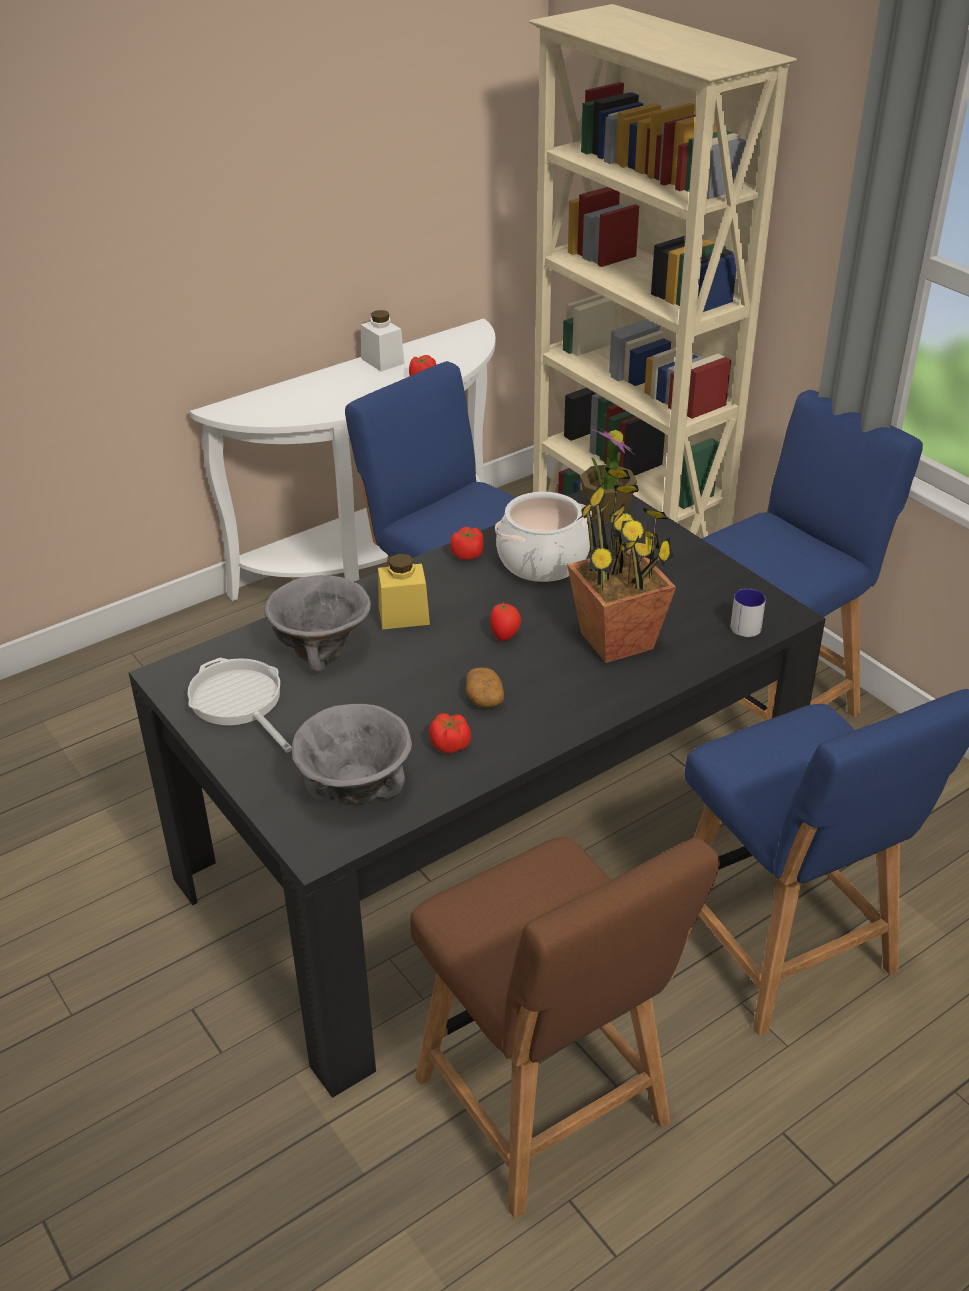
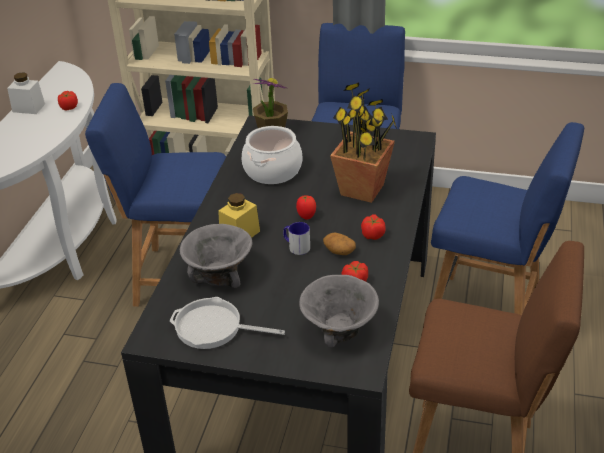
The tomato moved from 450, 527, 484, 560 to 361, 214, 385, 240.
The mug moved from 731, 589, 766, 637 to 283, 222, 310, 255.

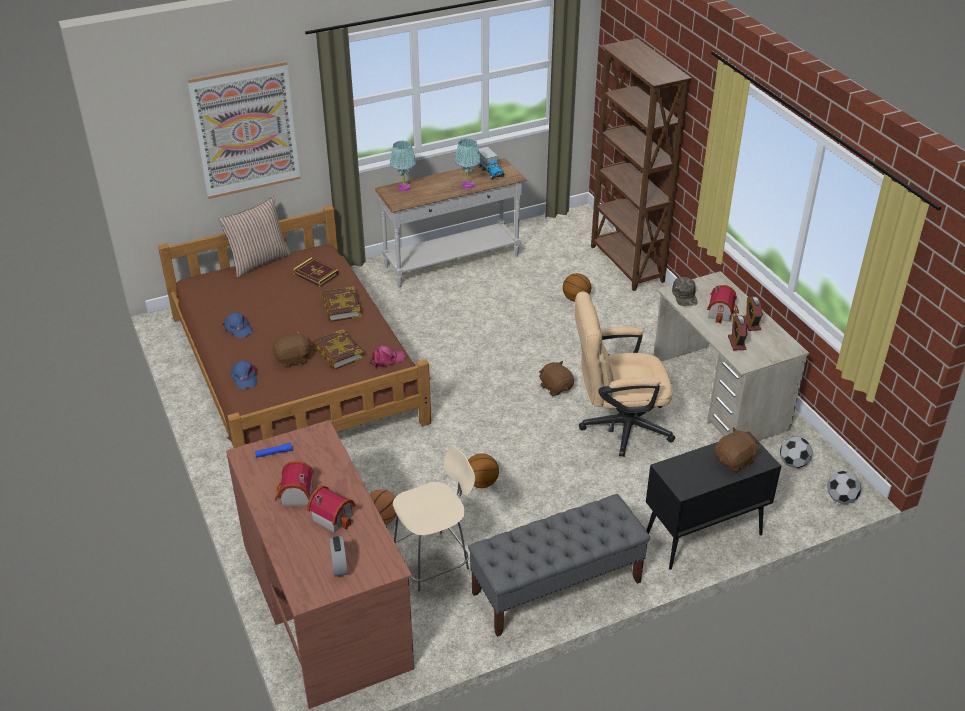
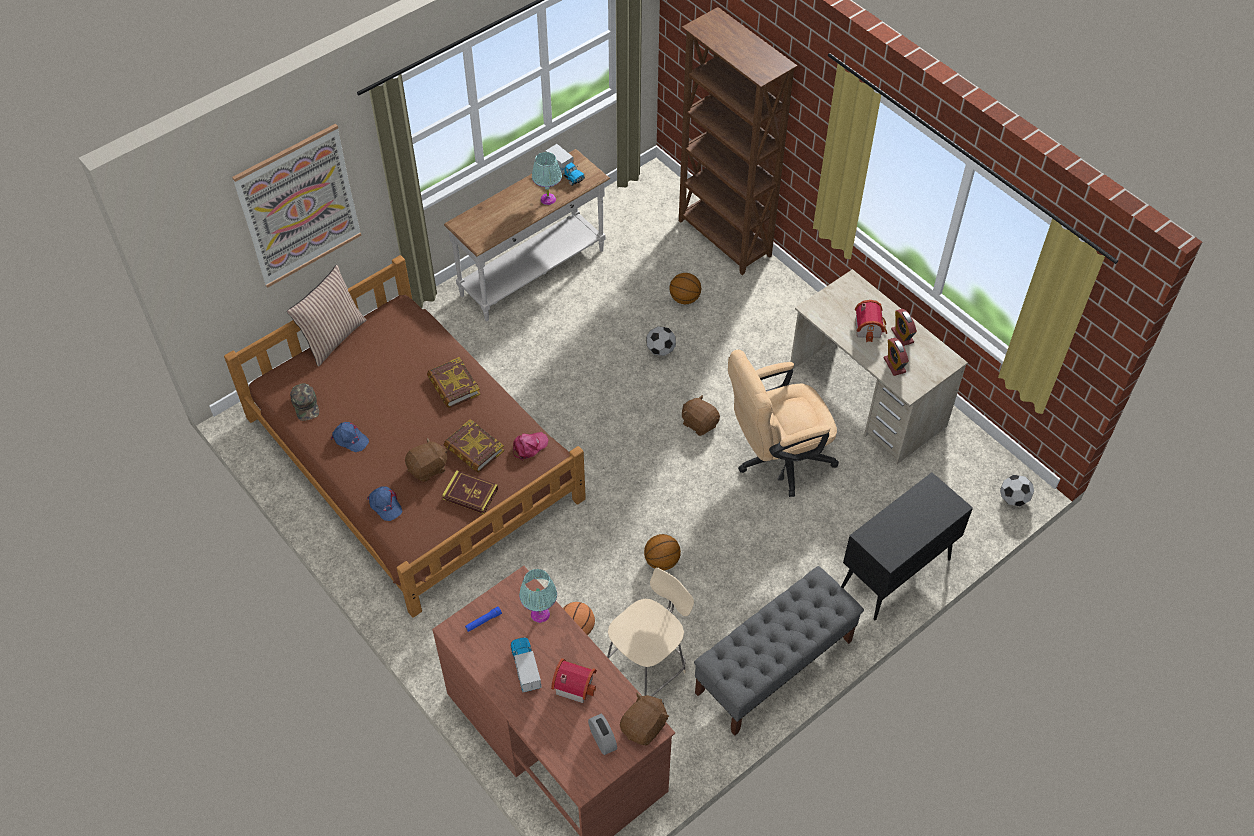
The toy house at 274, 461, 314, 506 was replaced by the toy truck at 511, 637, 542, 692.
The book moved from 293, 257, 339, 287 to 442, 470, 498, 514.
The turquoise table lamp moved from 390, 141, 416, 191 to 519, 569, 557, 623.
The green cap moved from 672, 277, 698, 306 to 290, 383, 319, 421.
The brown plush toy moved from 714, 427, 760, 472 to 620, 693, 669, 745.
The football moved from 780, 436, 812, 468 to 646, 326, 676, 356.

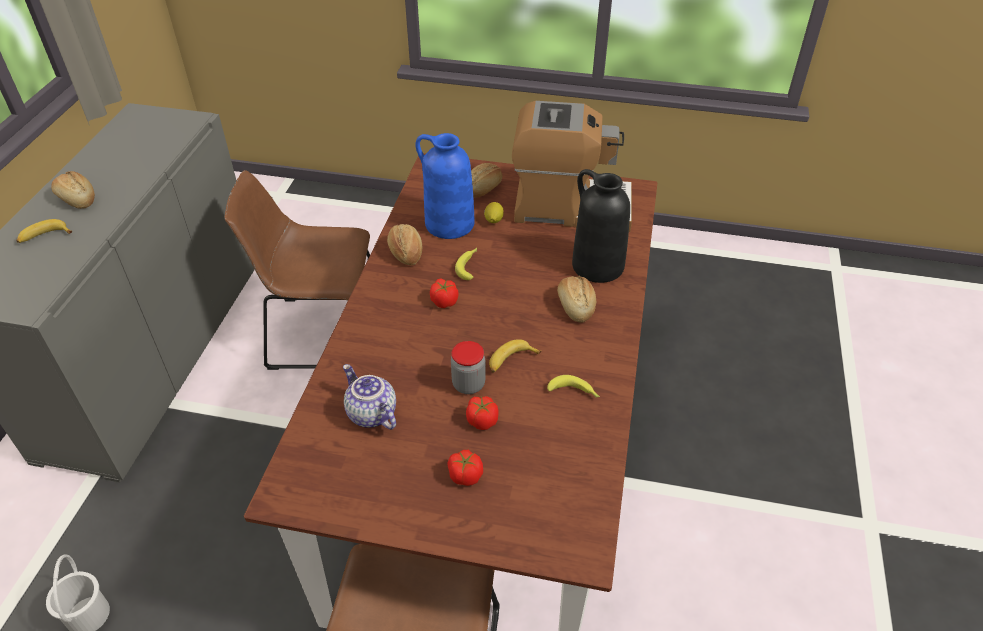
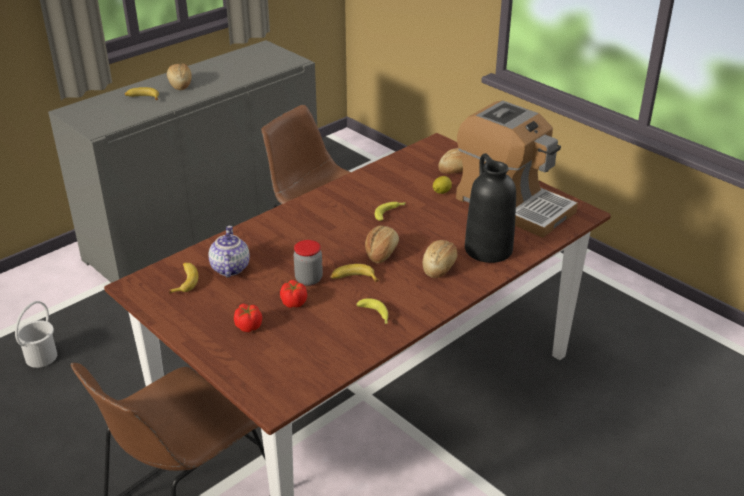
The bread moved from 387, 224, 422, 265 to 365, 226, 399, 263.
The blue vase at 415, 133, 475, 239 disappeared.
The tomato at 430, 278, 459, 308 disappeared.
The banana at 169, 262, 198, 294 appeared.

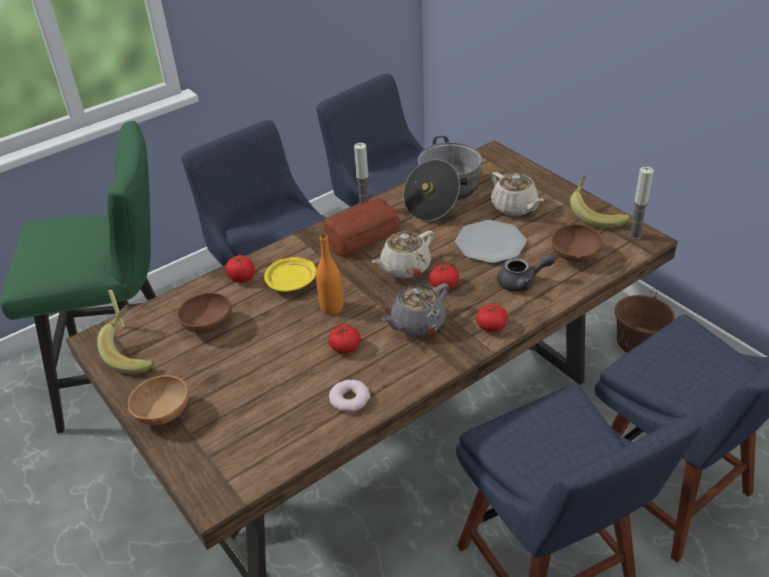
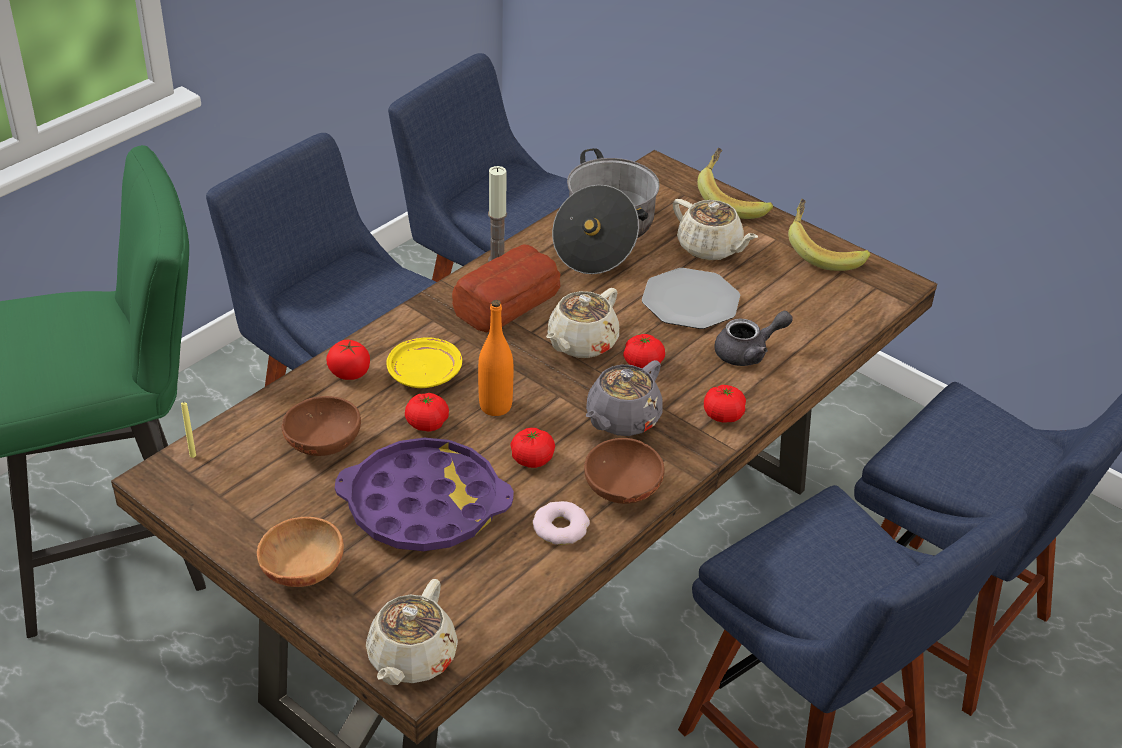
The banana moved from 97, 305, 154, 374 to 697, 148, 773, 219.
The brown bowl moved from 552, 224, 603, 262 to 584, 438, 664, 504.
The brown bucket at 615, 287, 675, 353 disappeared.
The candle at 628, 167, 653, 240 disappeared.
The purple tray at 335, 437, 514, 551 appeared.
The beige teapot at 366, 579, 458, 685 appeared.
The tomato at 405, 393, 449, 432 appeared.

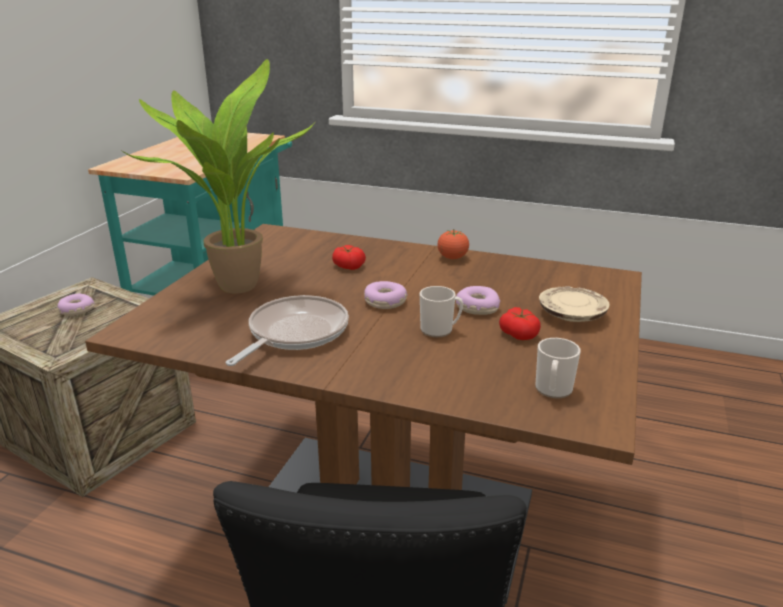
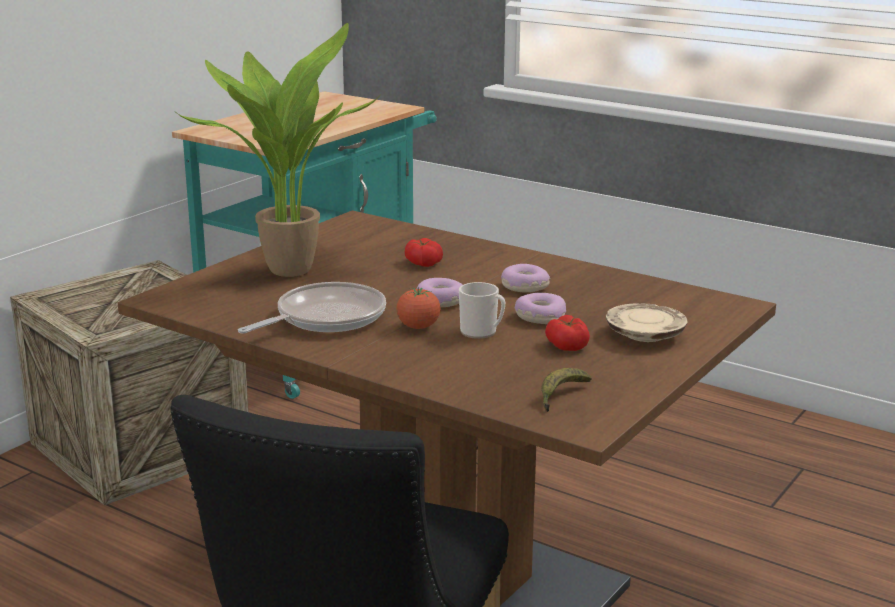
The donut moved from 57, 294, 94, 316 to 501, 264, 550, 292.
The tomato moved from 438, 230, 469, 259 to 396, 287, 441, 329.
The mug at 535, 338, 581, 399 was replaced by the banana at 541, 368, 592, 412.

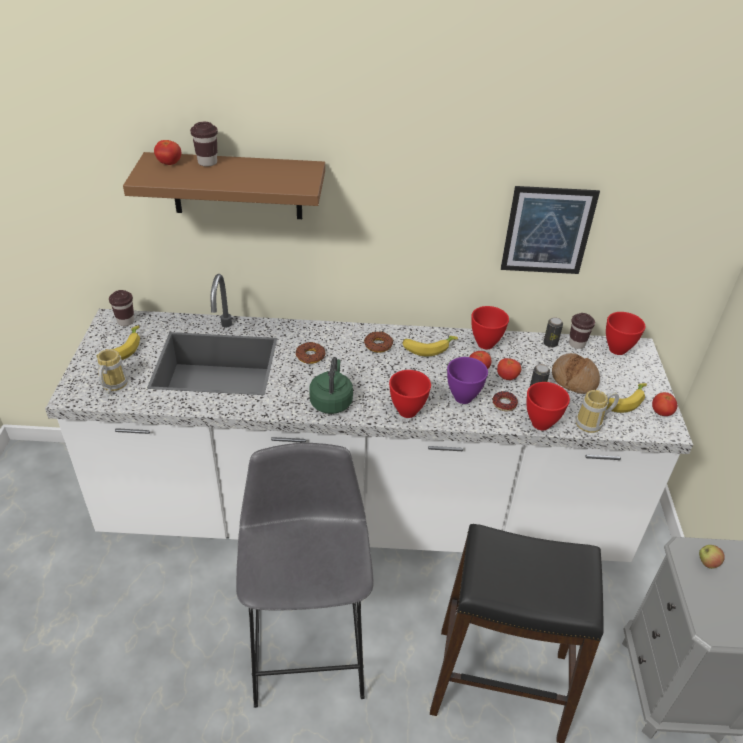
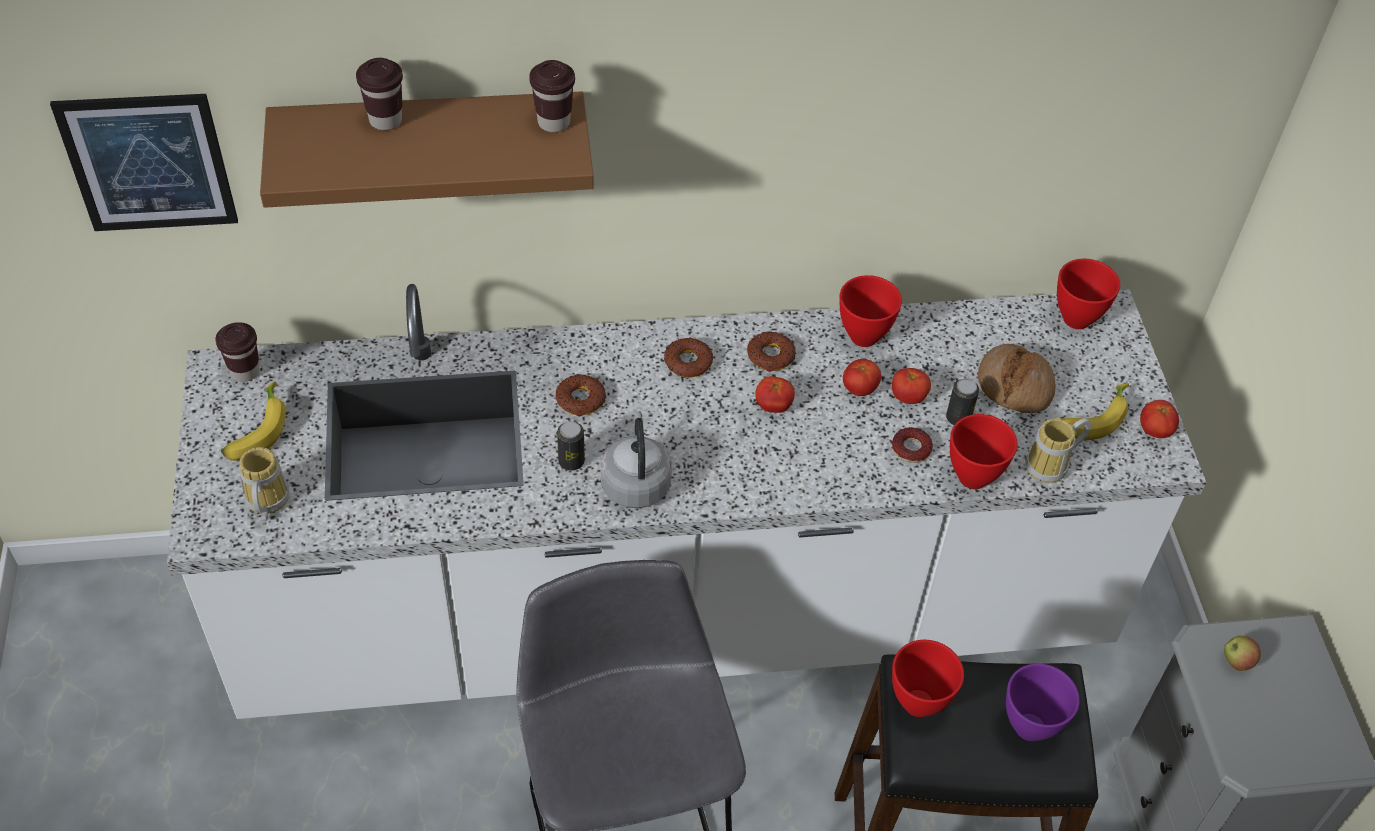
The tomato moved from 154, 140, 181, 165 to 755, 376, 795, 413.
The green kettle at 309, 357, 353, 414 became the grey kettle at 600, 413, 672, 508.
The red bowl moved from 389, 370, 431, 418 to 892, 640, 964, 717.
The banana at 403, 336, 458, 356 was replaced by the donut at 747, 332, 796, 372.
The purple bowl moved from 447, 357, 488, 404 to 1006, 663, 1080, 741.
The picture moved from 501, 186, 600, 274 to 50, 94, 238, 231.
The can moved from 543, 317, 563, 348 to 557, 421, 585, 471.
The brown cup moved from 569, 313, 595, 349 to 529, 60, 575, 132.

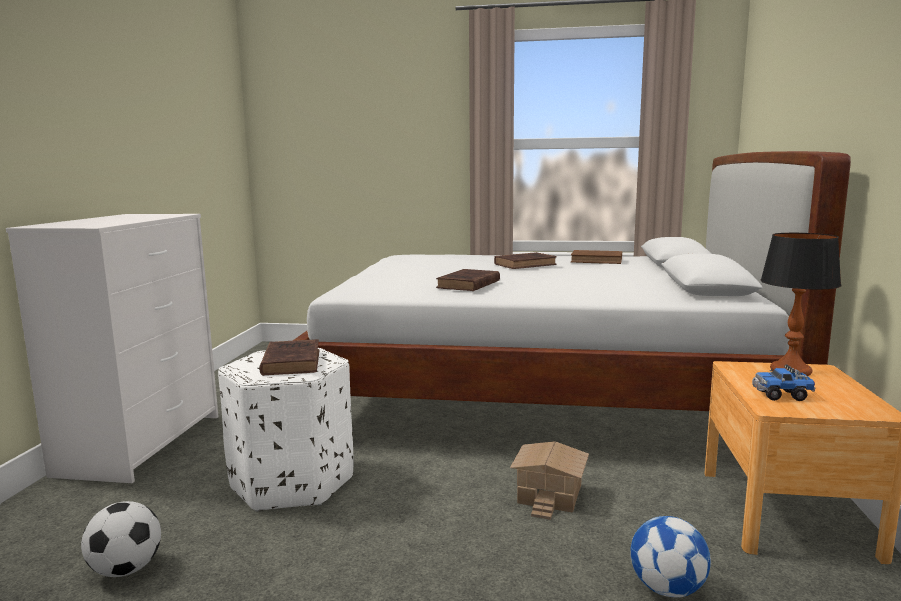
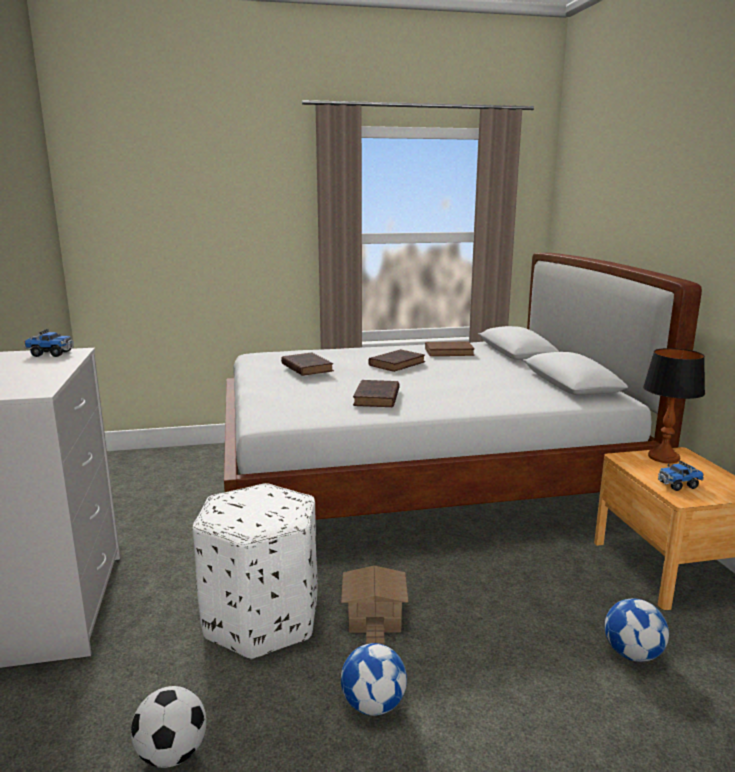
The brown book moved from 260, 339, 320, 376 to 281, 353, 334, 376.
The toy house moved from 510, 441, 589, 520 to 341, 566, 408, 645.
The toy truck at 25, 329, 74, 357 appeared.
The football at 341, 643, 407, 716 appeared.

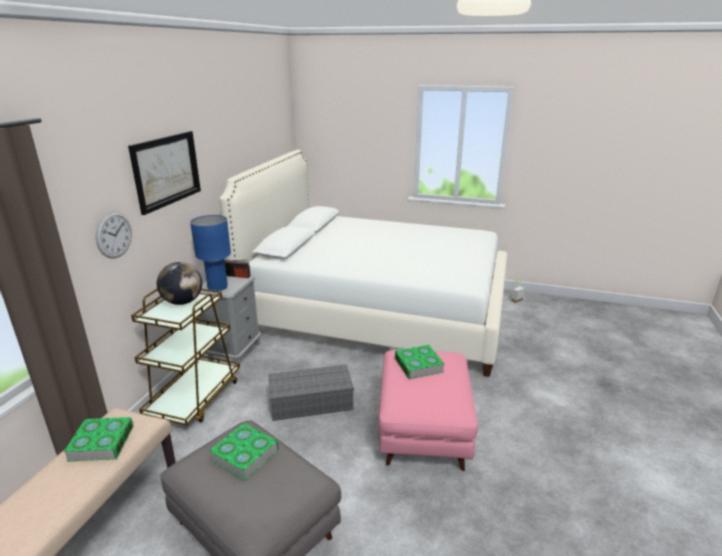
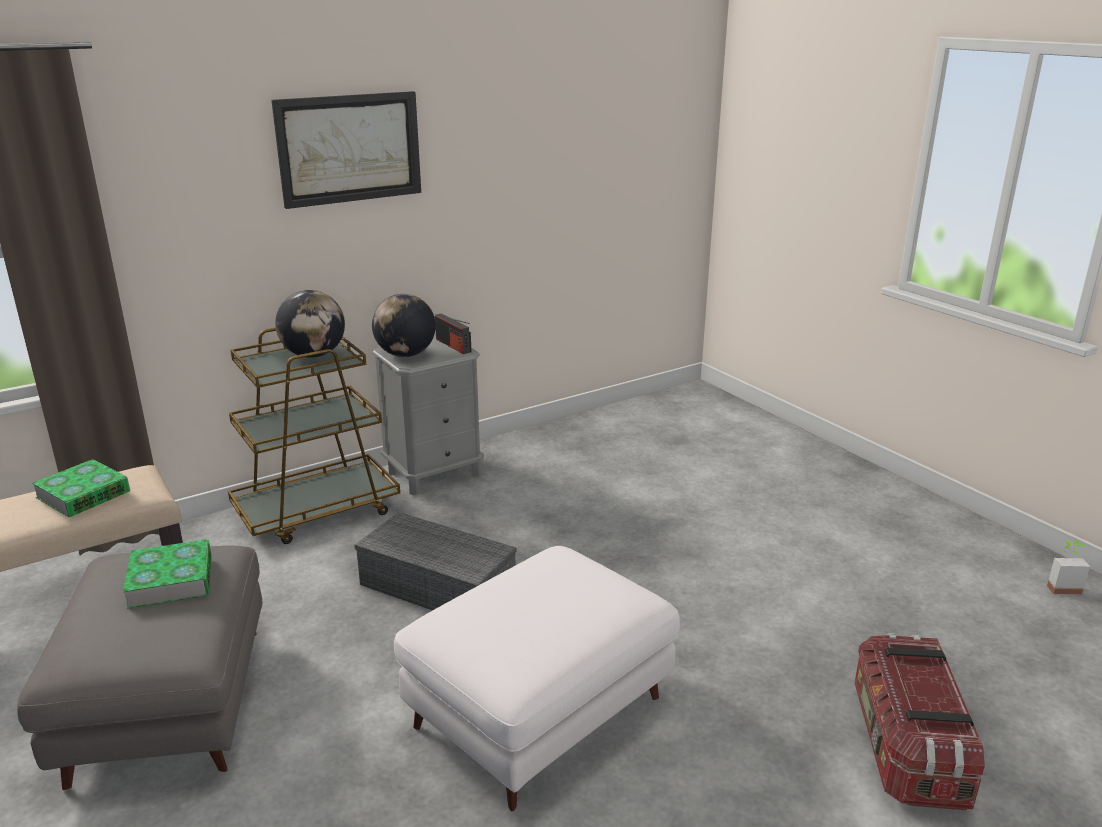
The wall clock at 95, 211, 132, 258 disappeared.
The blue table lamp at 190, 215, 231, 291 was replaced by the globe at 372, 294, 436, 357.
The white bed at 219, 150, 507, 377 disappeared.
The pink ottoman at 378, 350, 478, 471 became the white ottoman at 394, 546, 680, 811.
The book at 395, 345, 444, 379 disappeared.
The storage box at 854, 633, 985, 811 appeared.

